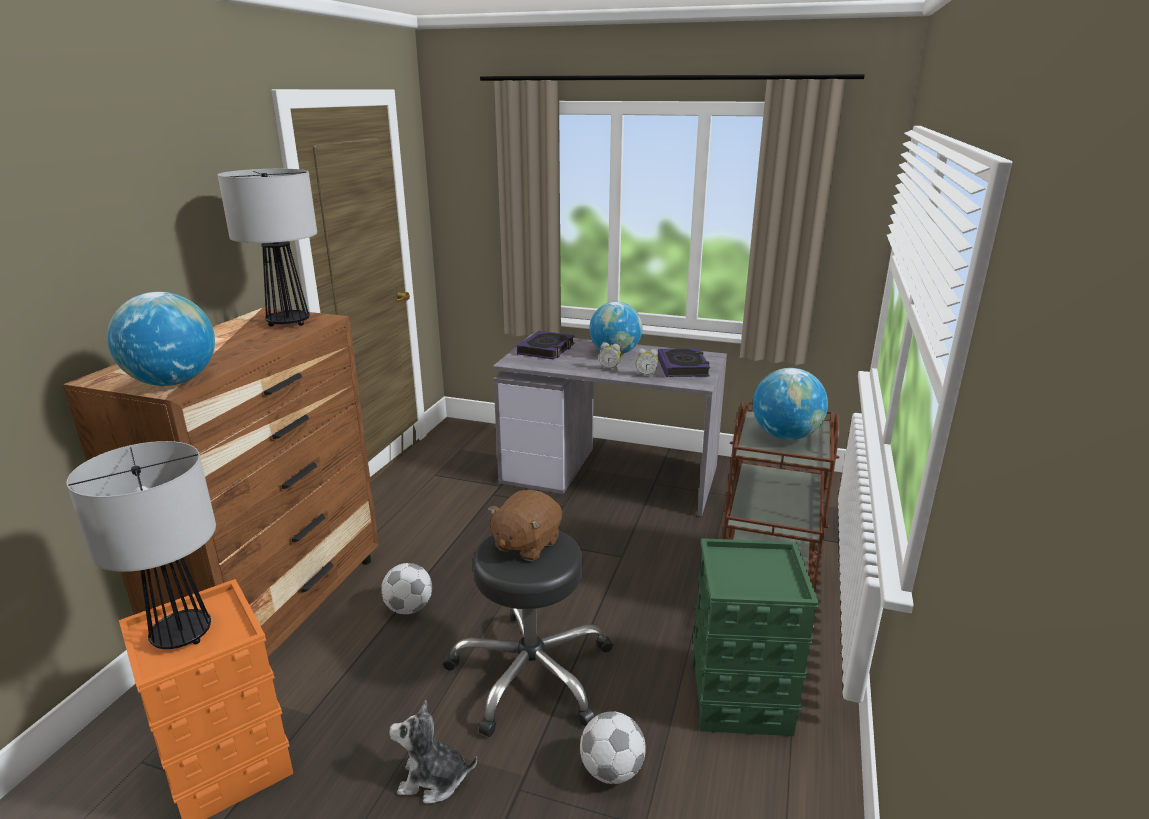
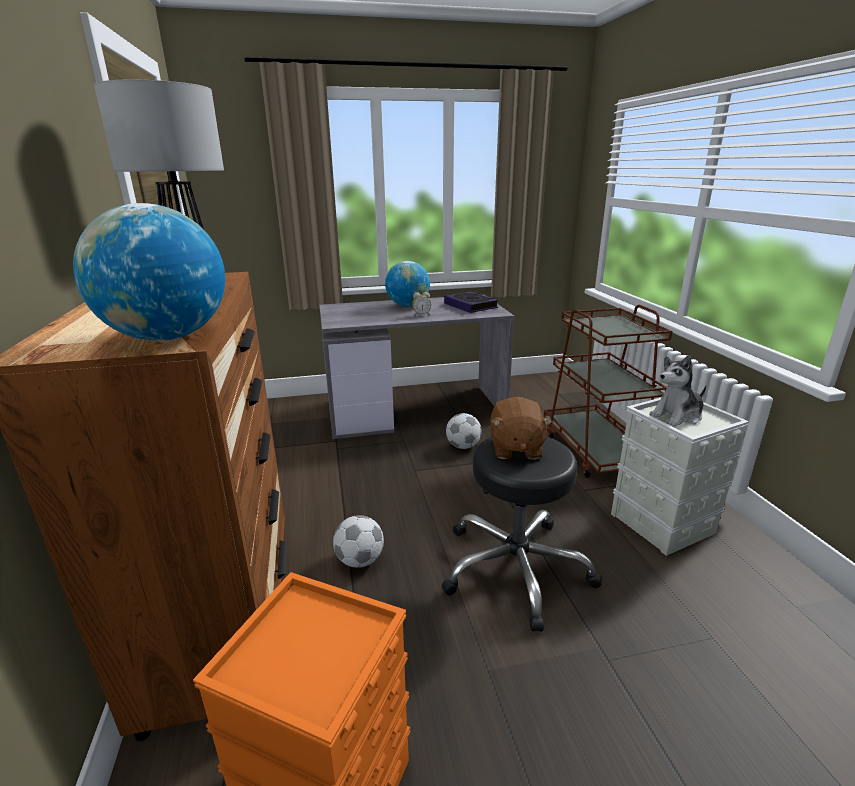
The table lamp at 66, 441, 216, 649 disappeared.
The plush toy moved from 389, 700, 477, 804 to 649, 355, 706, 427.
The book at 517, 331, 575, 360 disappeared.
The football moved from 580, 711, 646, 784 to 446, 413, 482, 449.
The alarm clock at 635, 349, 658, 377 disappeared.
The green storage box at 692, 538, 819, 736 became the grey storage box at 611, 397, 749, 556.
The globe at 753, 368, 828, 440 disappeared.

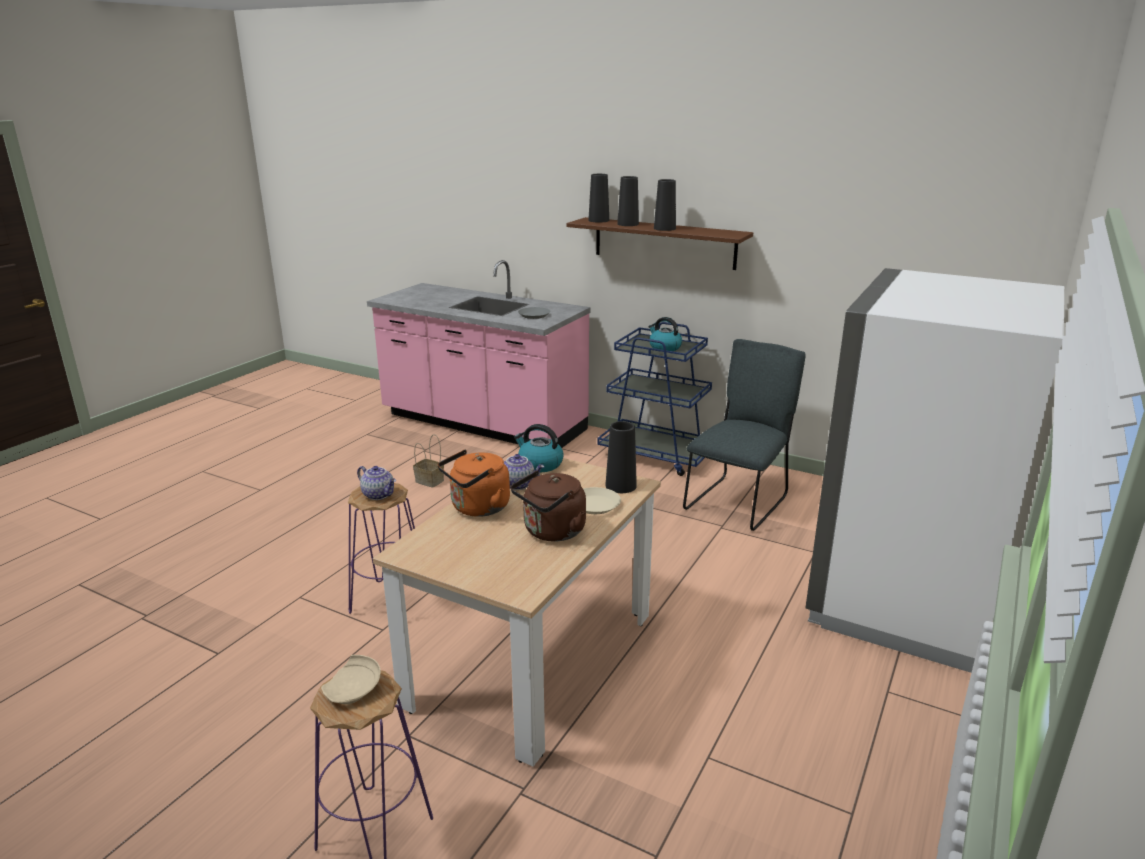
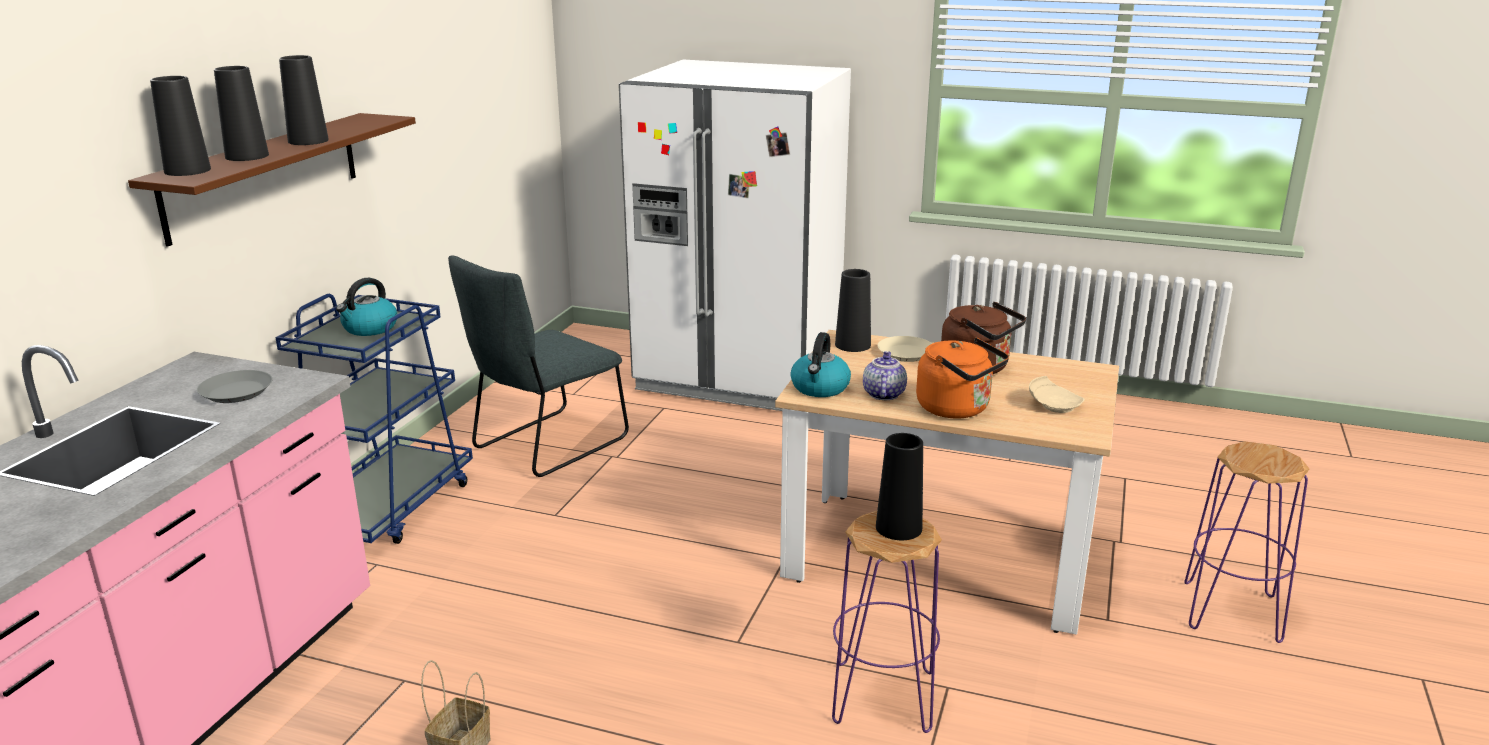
The beige plate moved from 321, 655, 381, 704 to 1029, 376, 1085, 413.
The teapot at 357, 466, 396, 500 was replaced by the black vase at 876, 433, 923, 540.
The grey chair at 683, 339, 806, 531 turned 75 degrees counterclockwise.

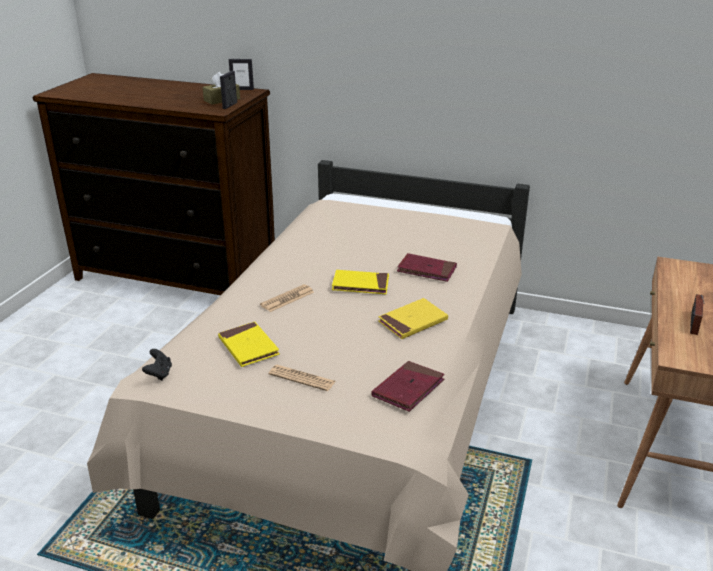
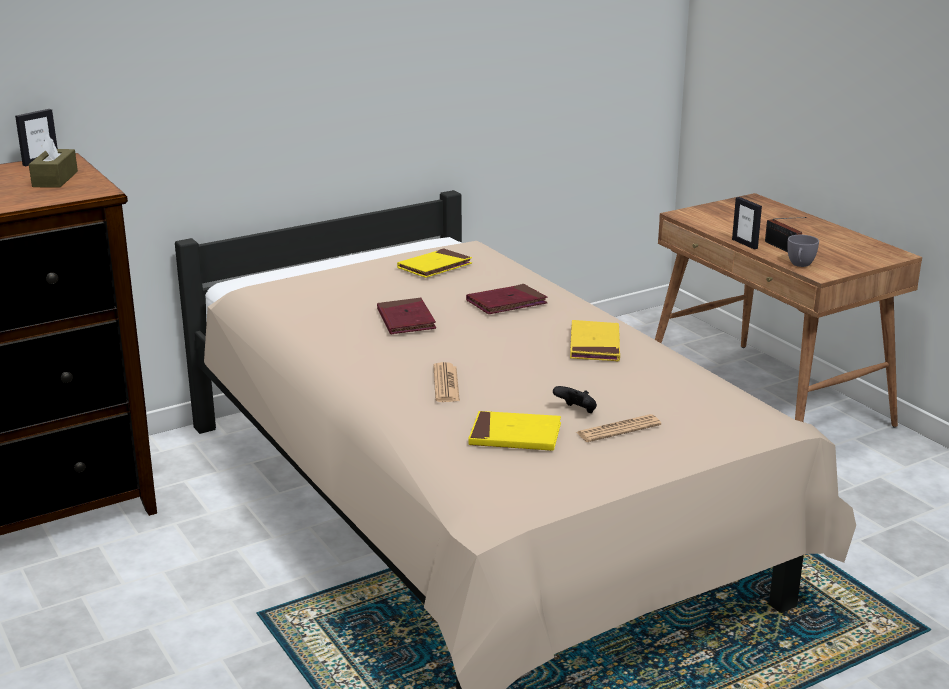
The black game controller moved from 142, 349, 172, 380 to 553, 386, 597, 413.
The picture frame moved from 220, 71, 237, 109 to 732, 197, 762, 249.
The yellow book moved from 332, 270, 389, 294 to 397, 248, 472, 278.
The red book moved from 372, 361, 445, 412 to 377, 298, 436, 334.
The grey cup at 787, 235, 819, 267 appeared.

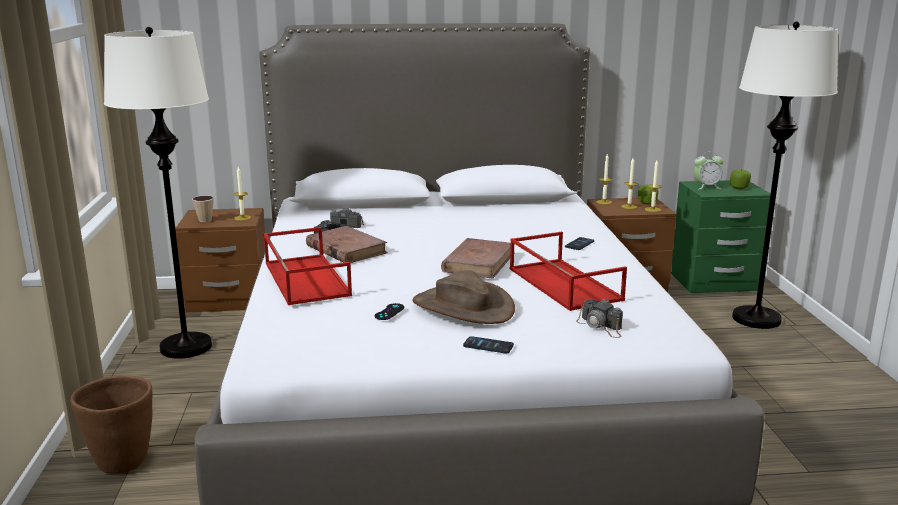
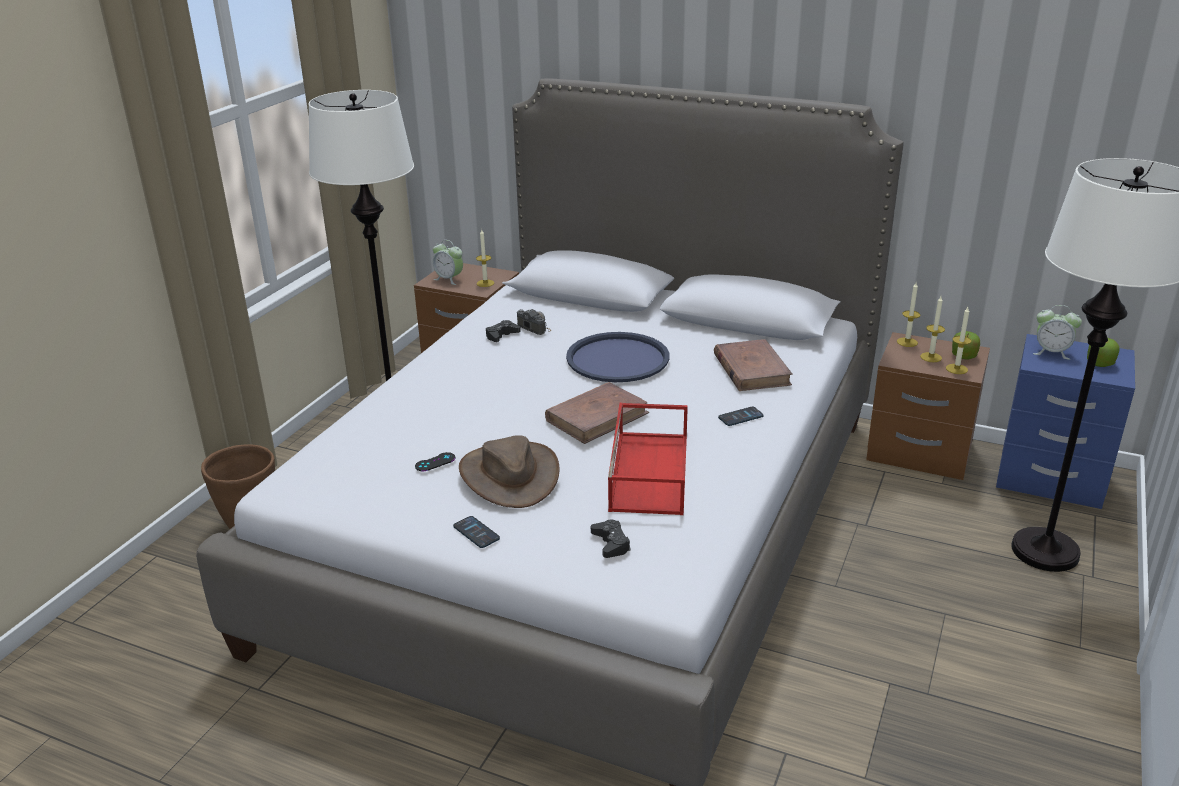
The cup at 192, 196, 214, 222 was replaced by the alarm clock at 433, 240, 463, 285.
The red tray at 263, 227, 352, 305 disappeared.
The brown book moved from 306, 226, 388, 263 to 714, 339, 793, 391.
The photo camera at 576, 299, 623, 338 was replaced by the black game controller at 591, 520, 631, 558.
The green nightstand at 671, 180, 771, 293 became the blue nightstand at 996, 334, 1135, 509.
The blue tray at 566, 332, 669, 382 appeared.

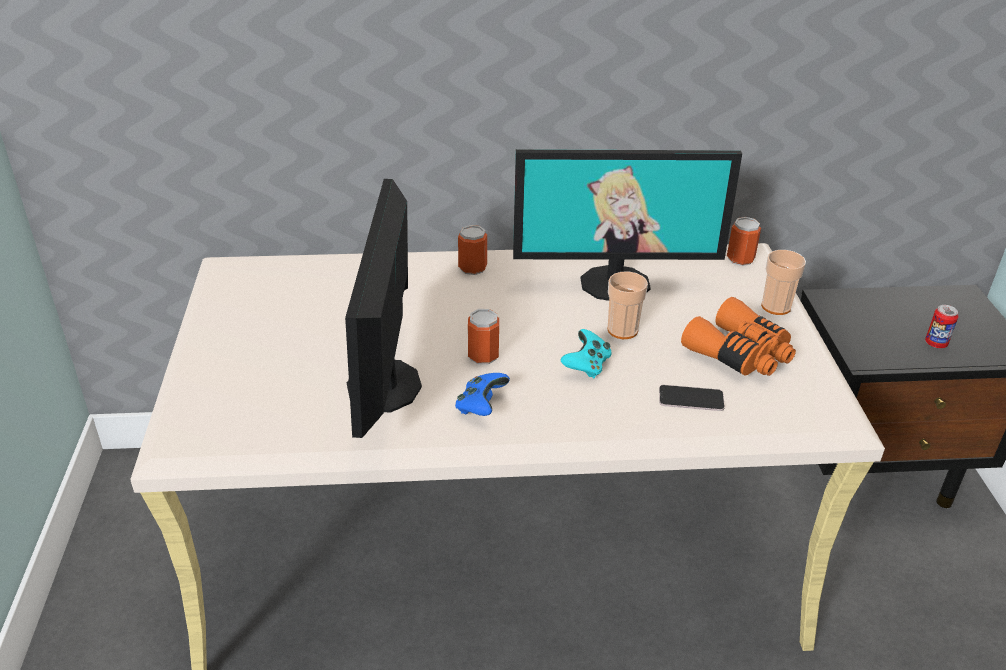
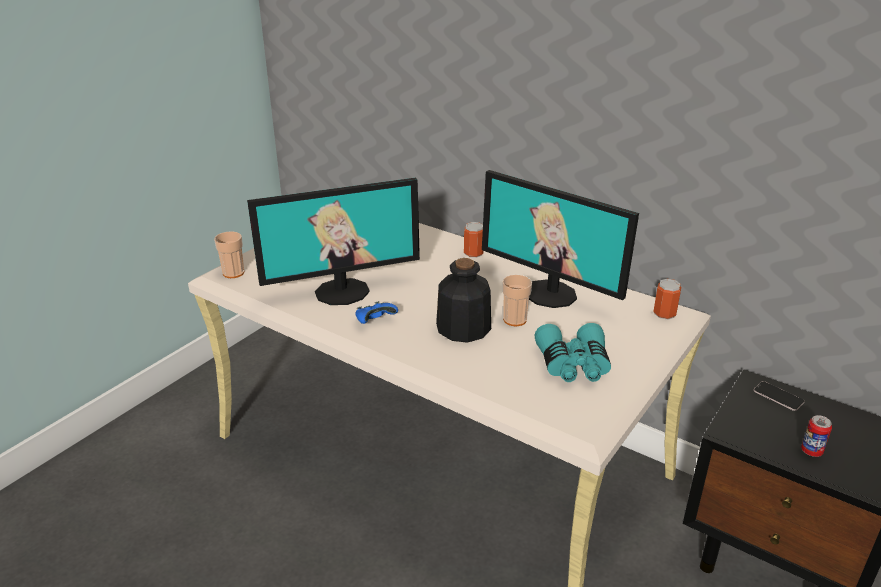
The monitor at 345, 179, 422, 438 turned 150 degrees counterclockwise.
The can at 468, 309, 499, 364 disappeared.
The turquoise game controller at 560, 329, 612, 378 was replaced by the bottle at 436, 258, 491, 343.
The phone moved from 659, 385, 725, 411 to 753, 381, 805, 411.
The orange binoculars at 681, 297, 796, 376 became the turquoise binoculars at 535, 323, 611, 382.
The cup moved from 761, 250, 806, 315 to 214, 231, 244, 278.

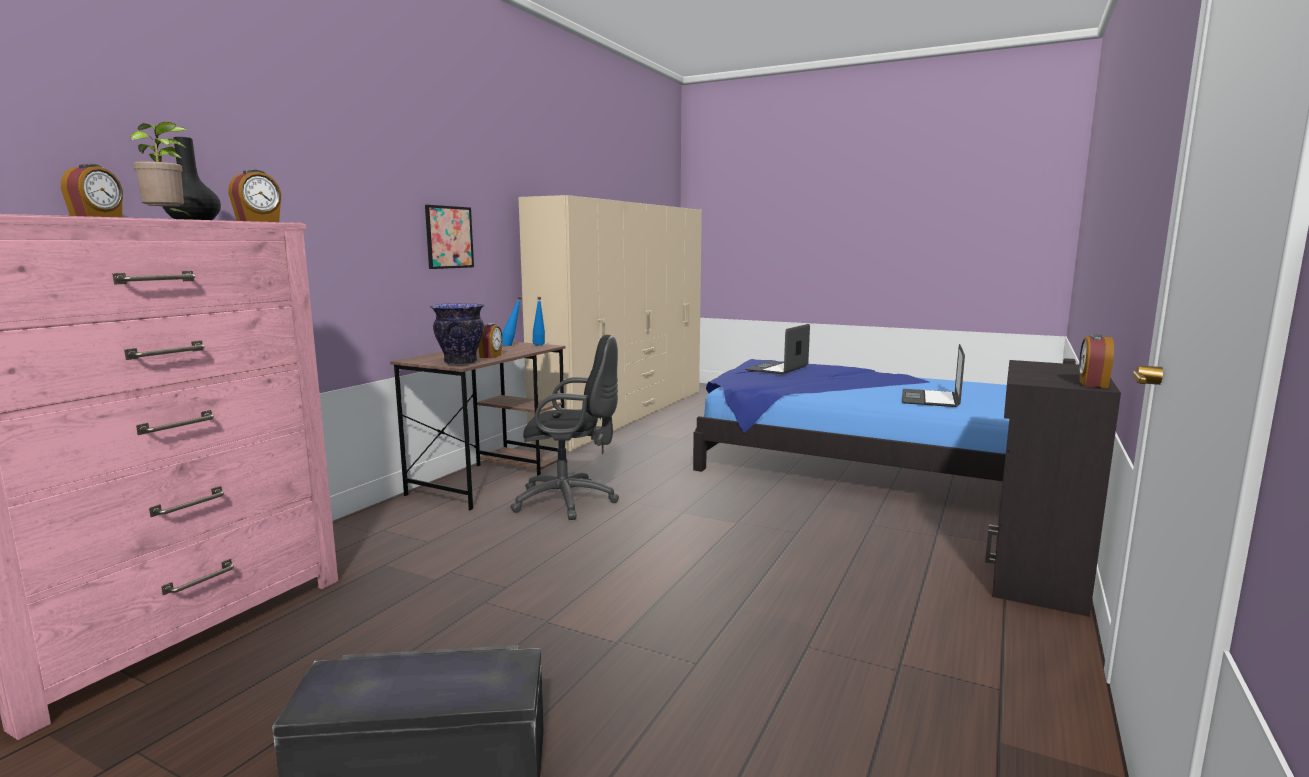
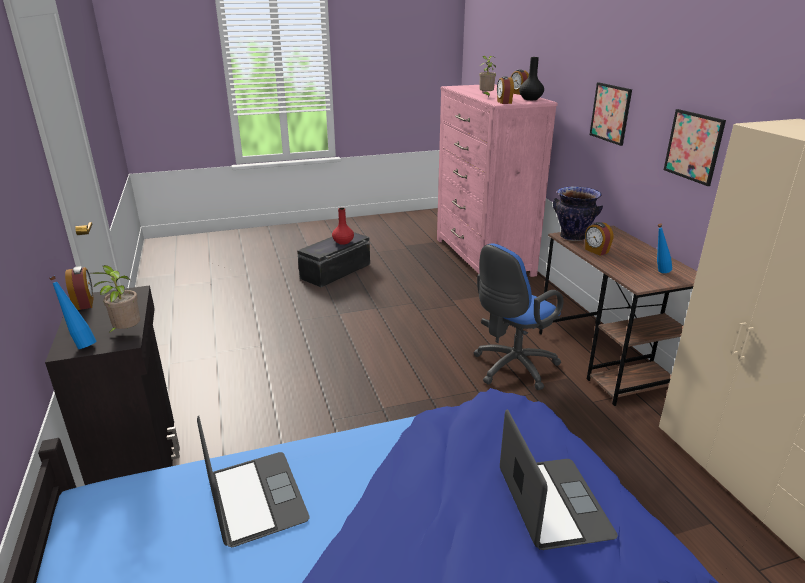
The black office chair at 510, 335, 619, 520 became the blue office chair at 474, 243, 563, 390.
The blue bottle moved from 533, 297, 545, 345 to 49, 276, 97, 349.
The potted plant at 90, 265, 140, 334 appeared.
The red vase at 332, 208, 354, 245 appeared.
The picture at 590, 82, 632, 146 appeared.

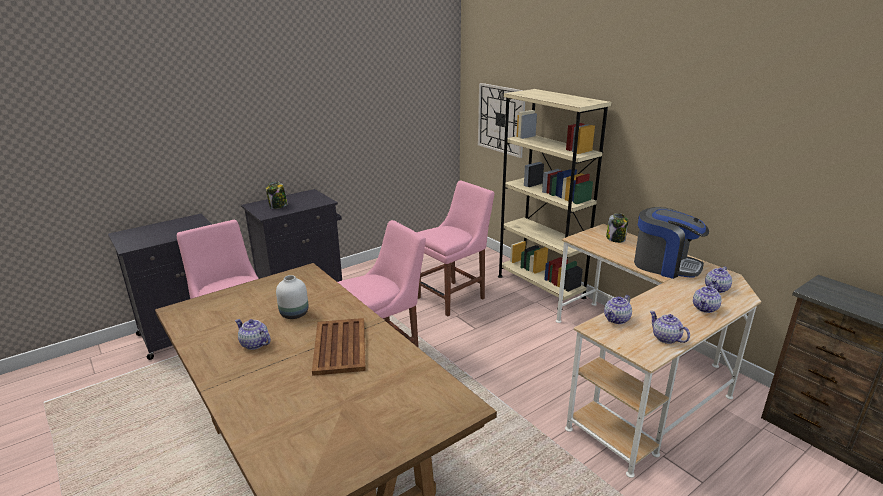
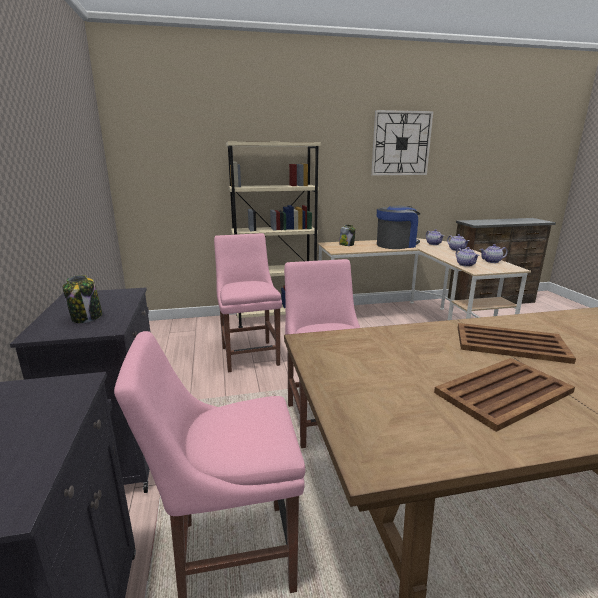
The teapot at 235, 319, 271, 350 was replaced by the brown tray at 434, 358, 575, 432.
The white vase at 276, 275, 308, 319 disappeared.
The wall clock moved from 478, 83, 525, 158 to 371, 110, 433, 176.

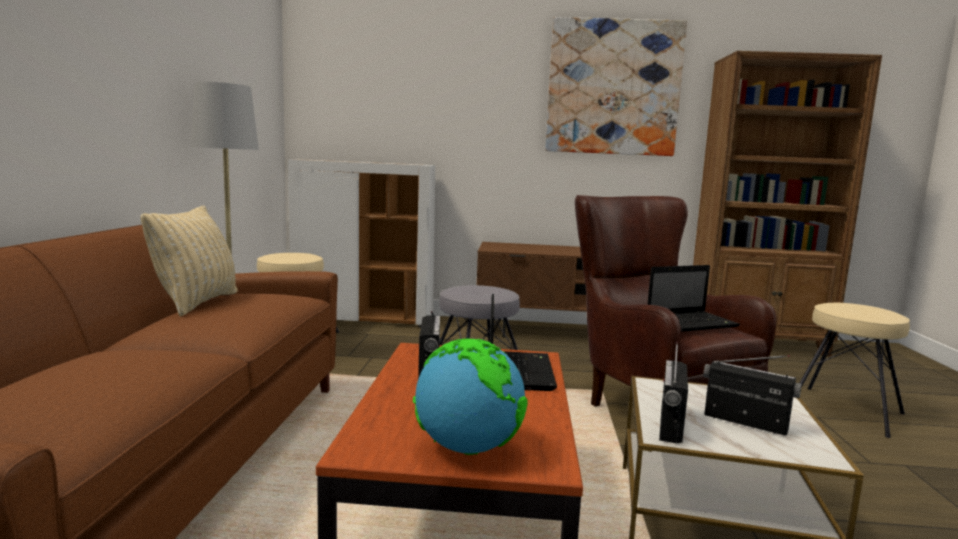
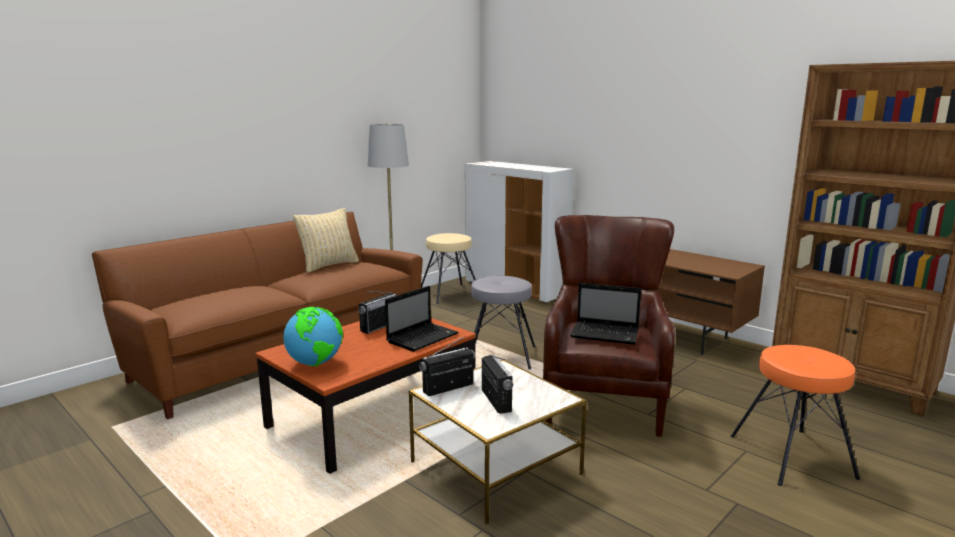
The picture at 545, 17, 687, 156 disappeared.
The beige stool at 800, 303, 910, 438 became the orange stool at 730, 345, 860, 486.

